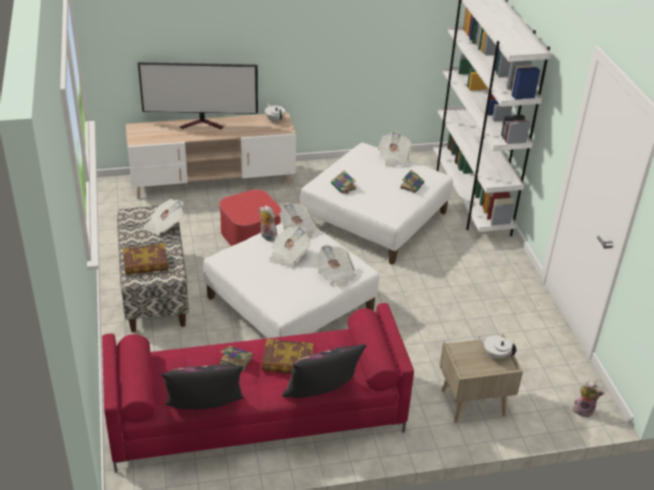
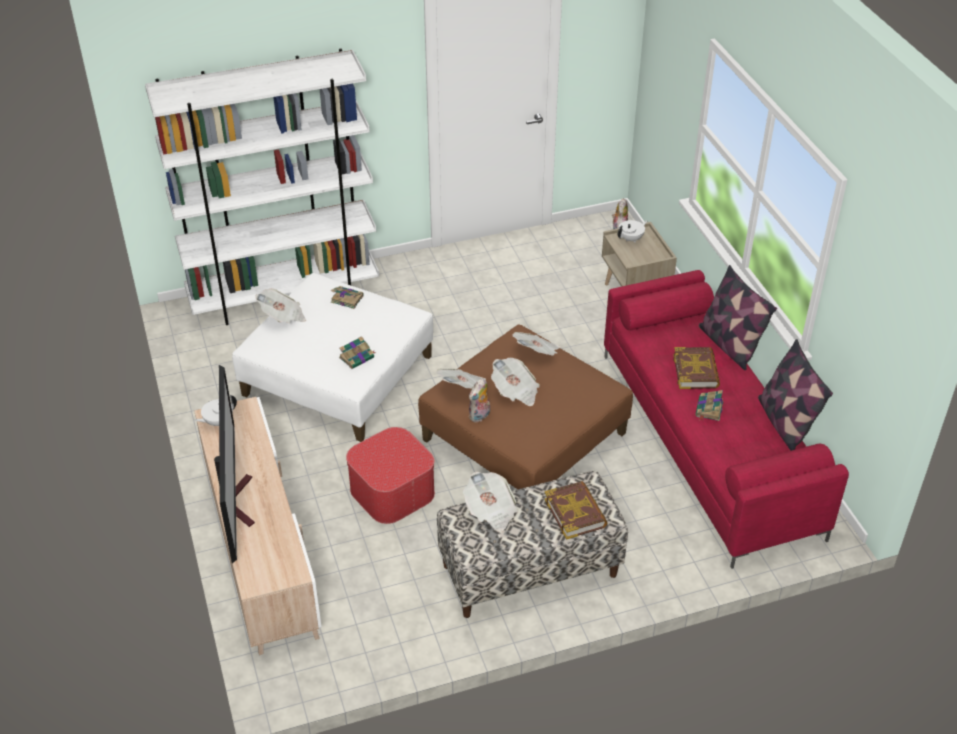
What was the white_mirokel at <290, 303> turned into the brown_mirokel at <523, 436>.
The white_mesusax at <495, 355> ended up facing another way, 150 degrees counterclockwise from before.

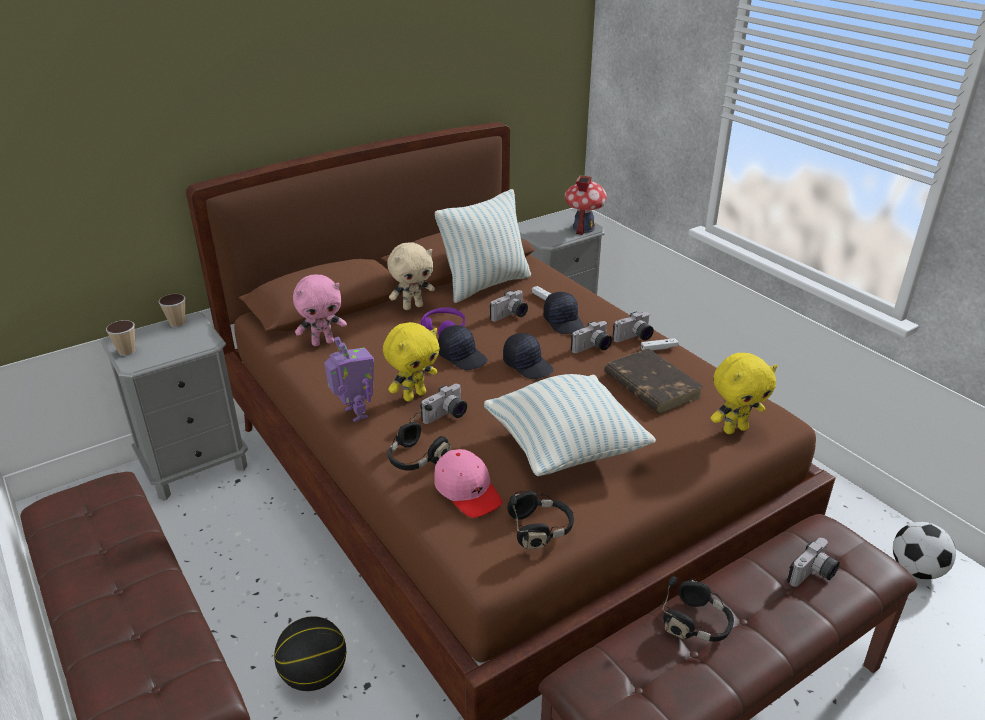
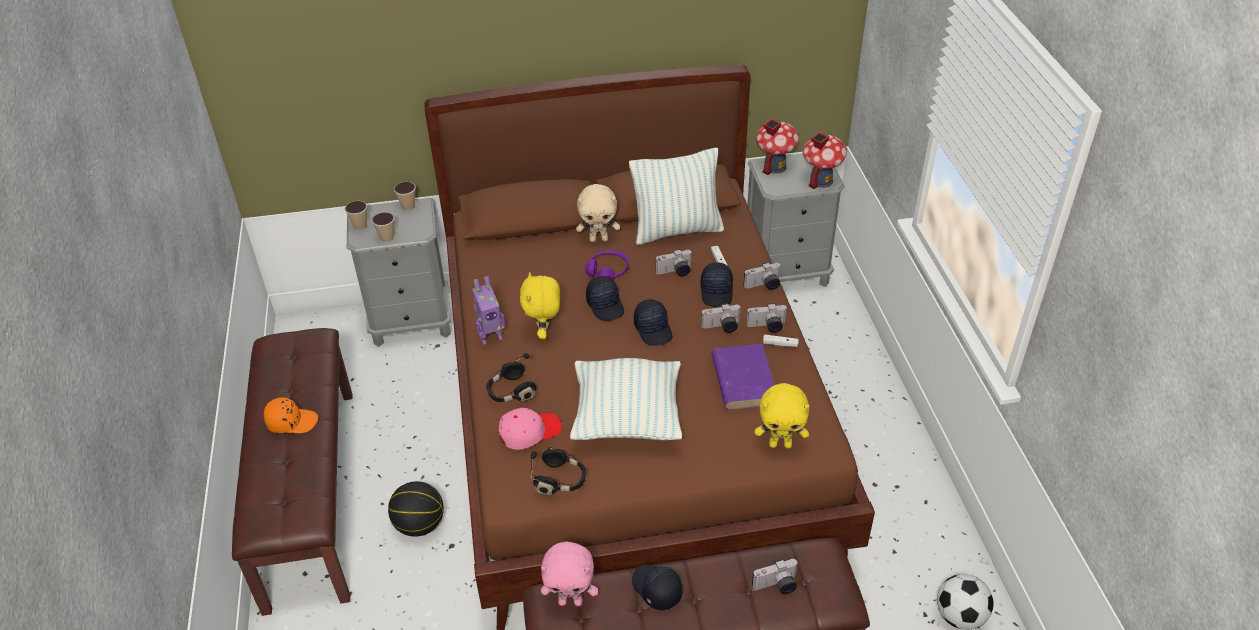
The second view gained the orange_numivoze at <292, 421>.
The second view gained the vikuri at <387, 238>.
The second view gained the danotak at <774, 167>.
The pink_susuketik ended up elsewhere, having gone from <323, 342> to <571, 601>.
The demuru ended up elsewhere, having gone from <447, 416> to <763, 286>.
Where the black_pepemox stood at <697, 624>, the black_numivoze came to stand at <656, 589>.
What was the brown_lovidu at <650, 385> turned into the purple_lovidu at <743, 379>.
The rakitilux at <354, 414> ended up facing another way, 75 degrees clockwise from before.
The yellow_susuketik at <414, 395> ended up facing another way, 105 degrees clockwise from before.
The pink_numivoze at <467, 491> ended up facing another way, 105 degrees counterclockwise from before.

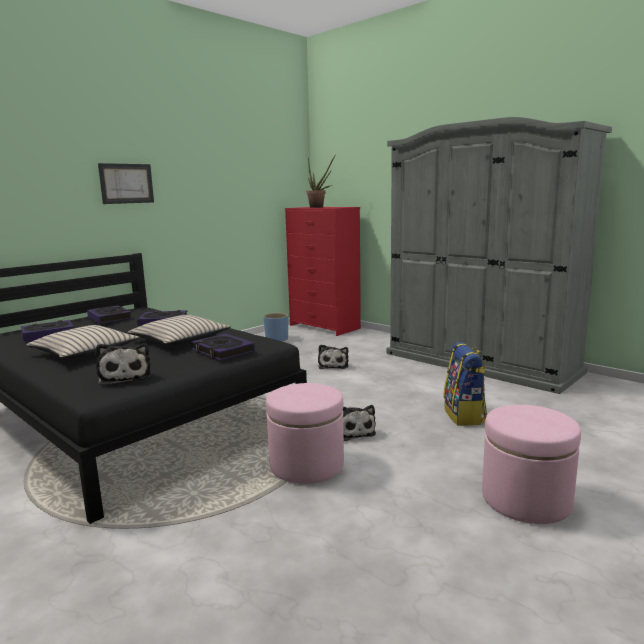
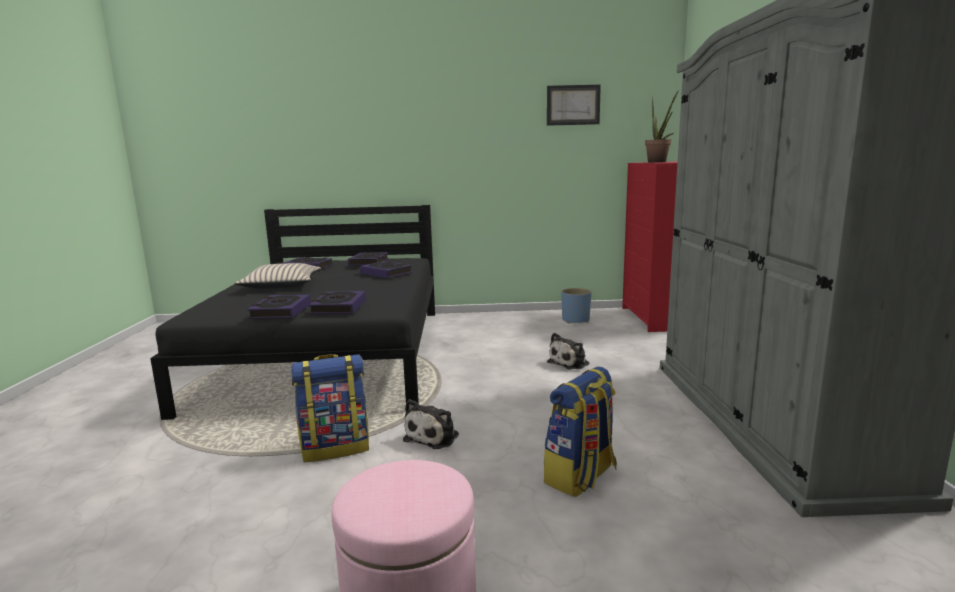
The second view lost the susuketik at <125, 377>.
The second view lost the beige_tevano at <180, 340>.
The second view gained the lovidu at <280, 311>.
The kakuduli ended up elsewhere, having gone from <126, 183> to <573, 105>.
Where the pink_mirokel stood at <306, 465>, the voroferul came to stand at <336, 447>.

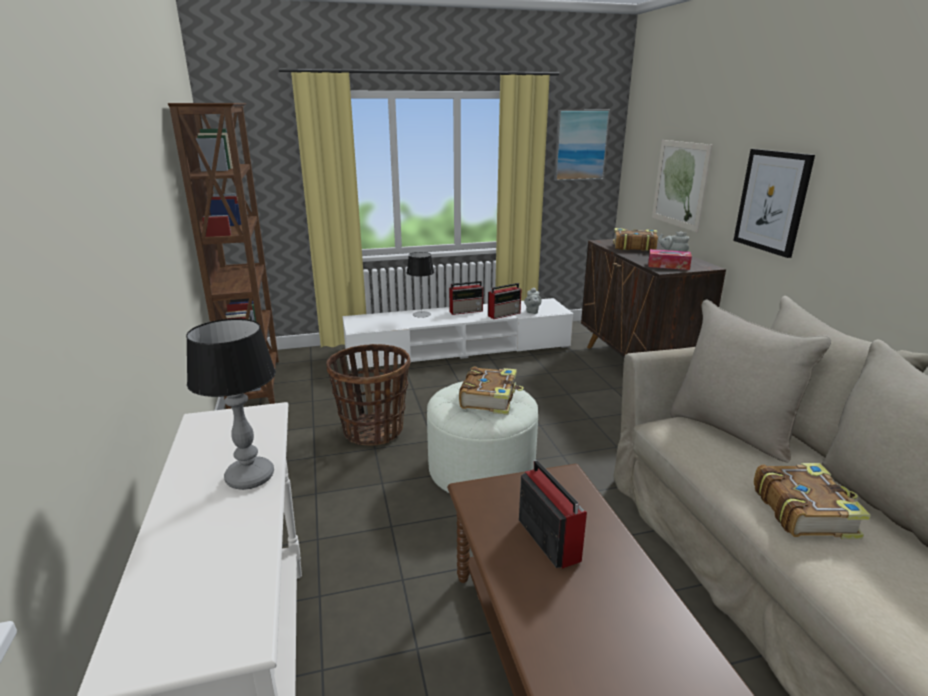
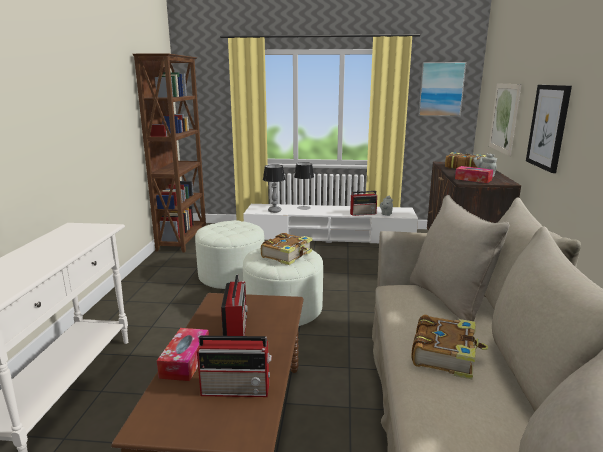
The second view gained the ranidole at <185, 361>.
The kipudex ended up elsewhere, having gone from <251, 477> to <274, 211>.
The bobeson ended up elsewhere, having gone from <466, 311> to <237, 389>.
Where the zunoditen stood at <373, 430>, the white_mirokel came to stand at <232, 275>.

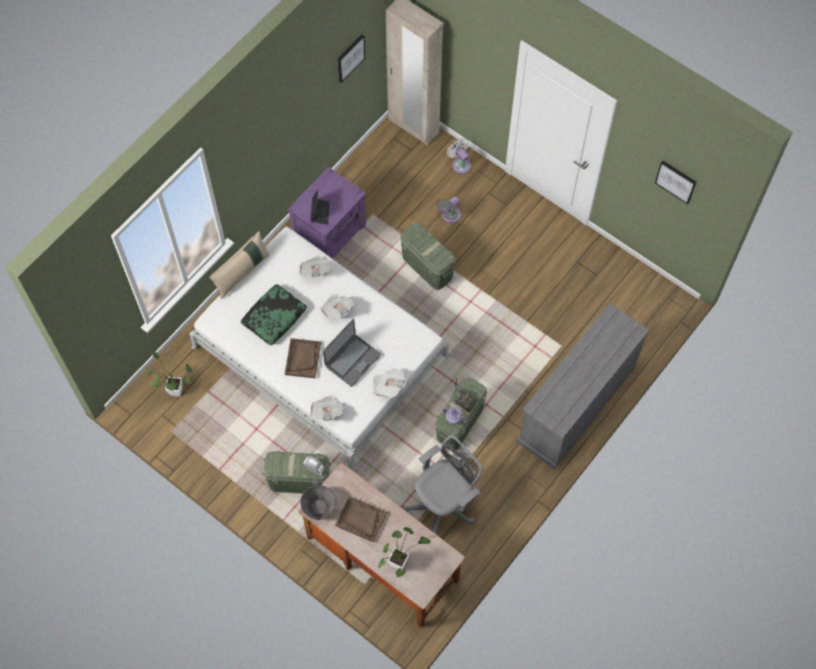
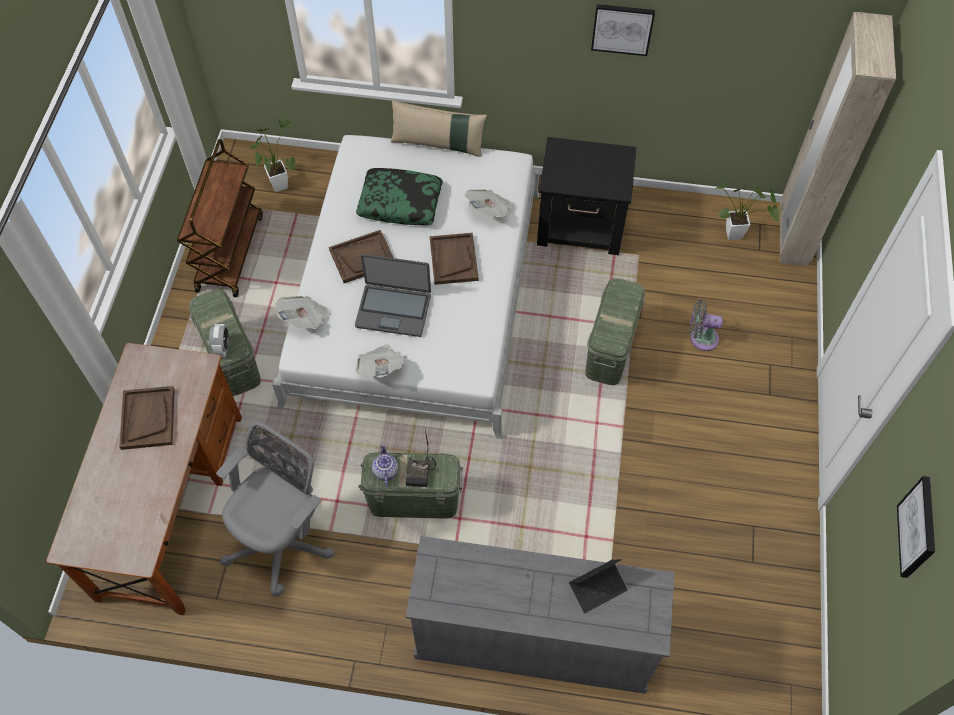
The second view lost the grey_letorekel at <319, 507>.
The second view lost the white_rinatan at <460, 164>.
The second view gained the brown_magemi at <229, 252>.
The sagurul ended up elsewhere, having gone from <320, 212> to <597, 588>.
The kakuduli ended up elsewhere, having gone from <350, 57> to <622, 28>.
The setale ended up elsewhere, having gone from <400, 561> to <737, 234>.
Where the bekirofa stood at <337, 310>, the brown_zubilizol came to stand at <453, 259>.
What was the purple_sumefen at <330, 232> turned into the black_sumefen at <581, 226>.
The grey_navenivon at <443, 505> ended up facing another way, 75 degrees counterclockwise from before.

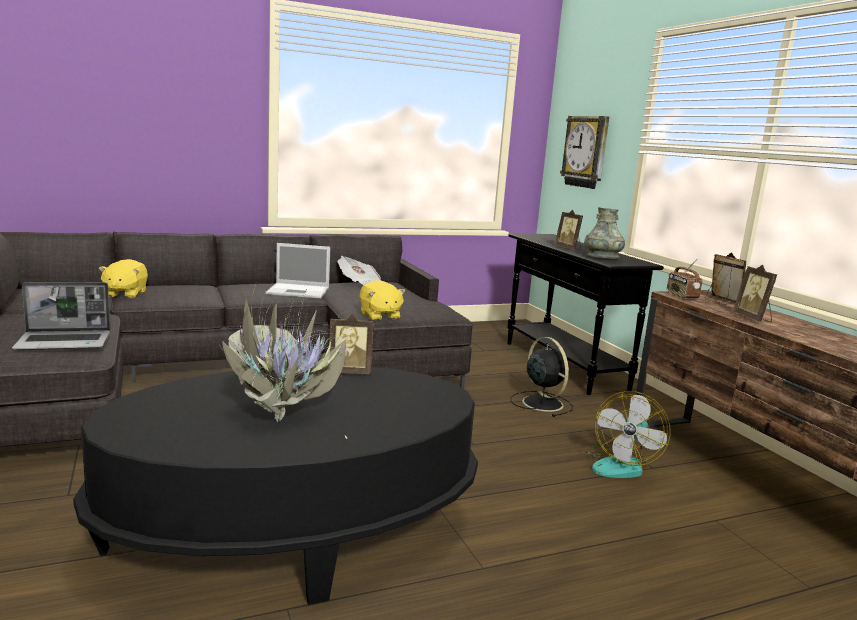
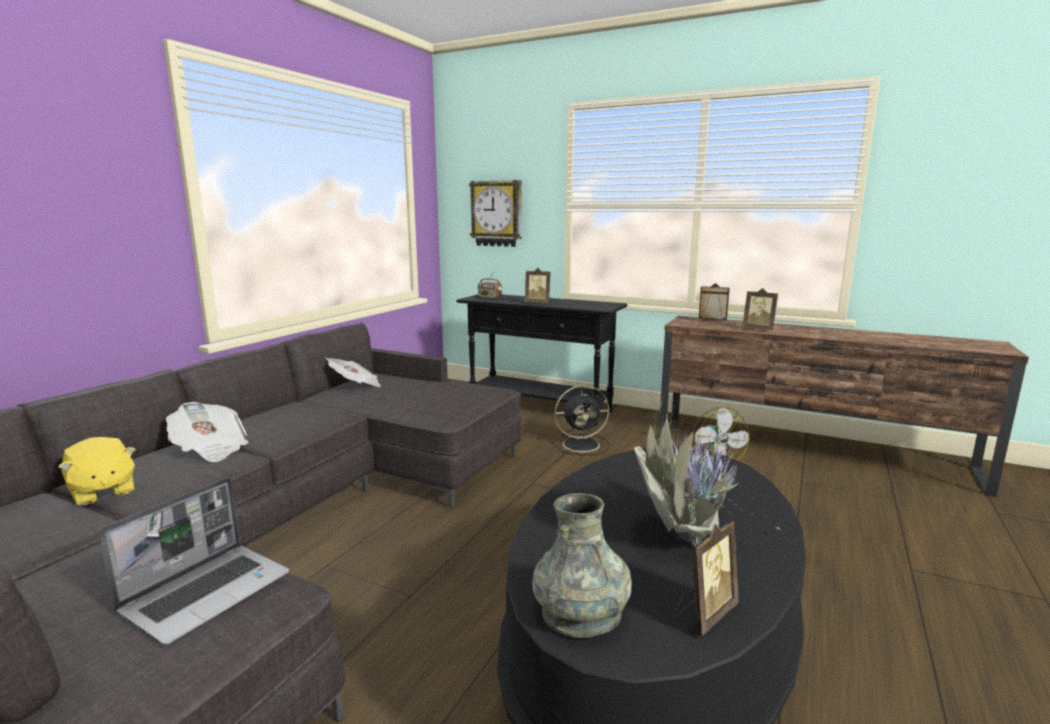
The second view lost the sagurul at <299, 291>.
The second view lost the yellow_susuketik at <379, 316>.
The second view gained the bekirofa at <210, 449>.
The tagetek ended up elsewhere, having gone from <350, 372> to <704, 614>.
The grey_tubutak ended up elsewhere, having gone from <602, 257> to <581, 614>.
The bobeson ended up elsewhere, having gone from <681, 295> to <489, 297>.
The black_rinatan at <541, 402> ended up facing another way, 150 degrees clockwise from before.

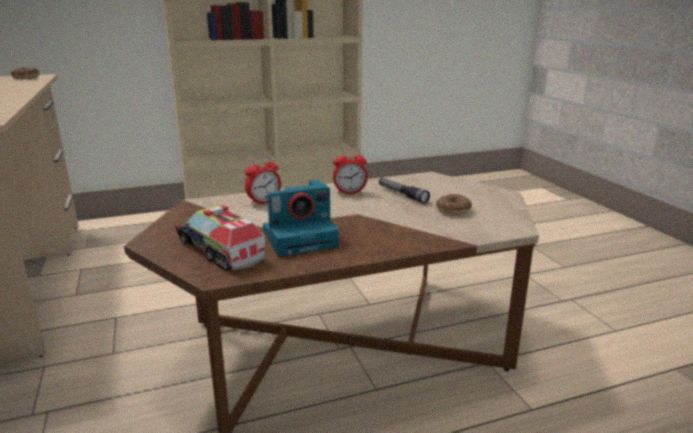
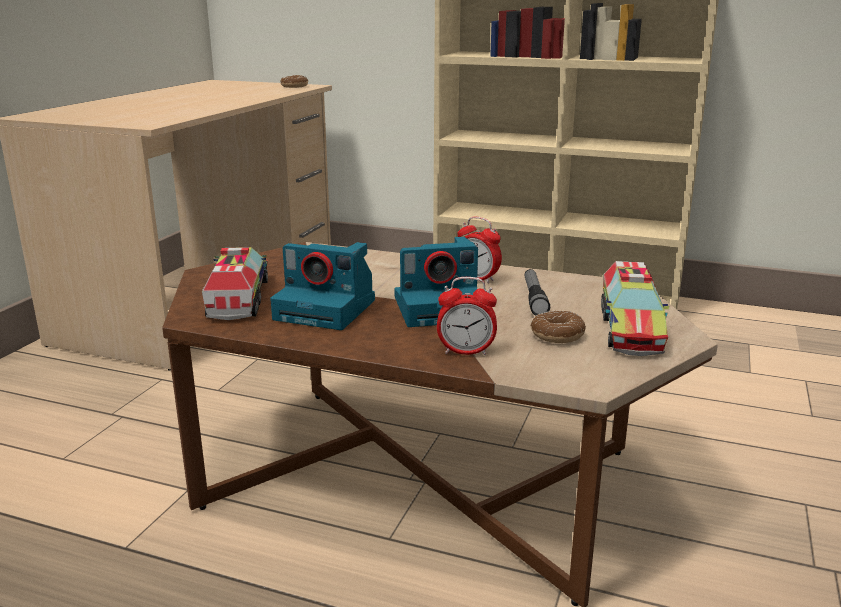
The second view gained the demuru at <439, 308>.
The second view gained the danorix at <630, 328>.
The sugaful ended up elsewhere, having gone from <264, 202> to <466, 352>.

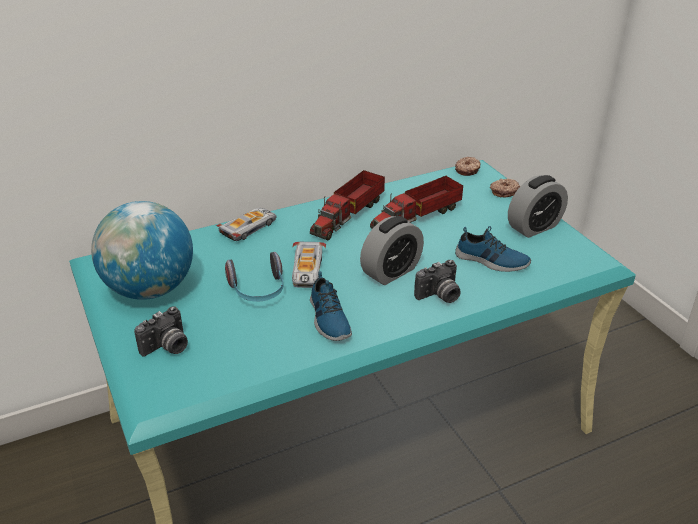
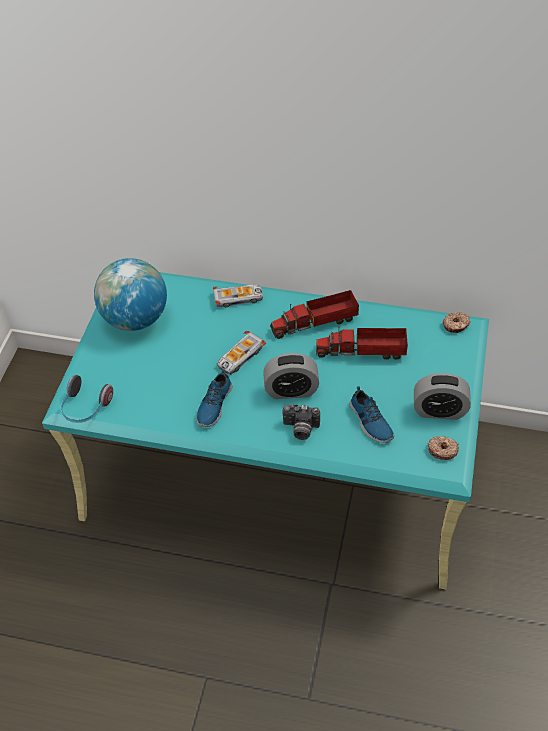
The second view lost the demuru at <167, 348>.
The pepemox ended up elsewhere, having gone from <258, 291> to <85, 408>.
The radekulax ended up elsewhere, having gone from <504, 191> to <442, 450>.

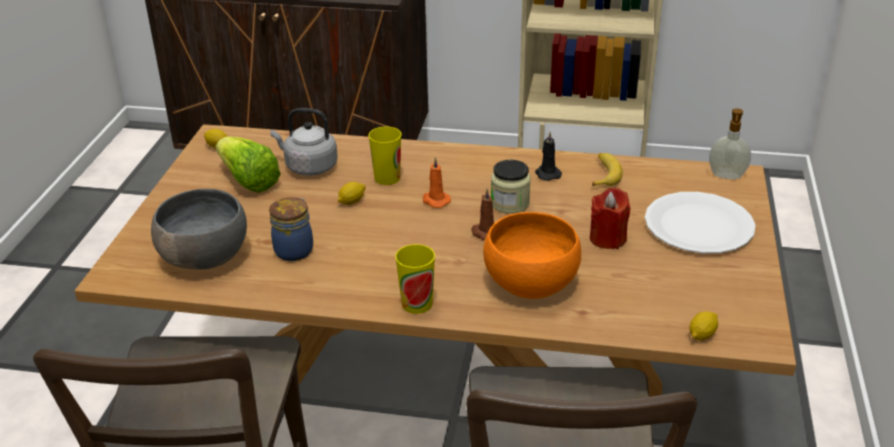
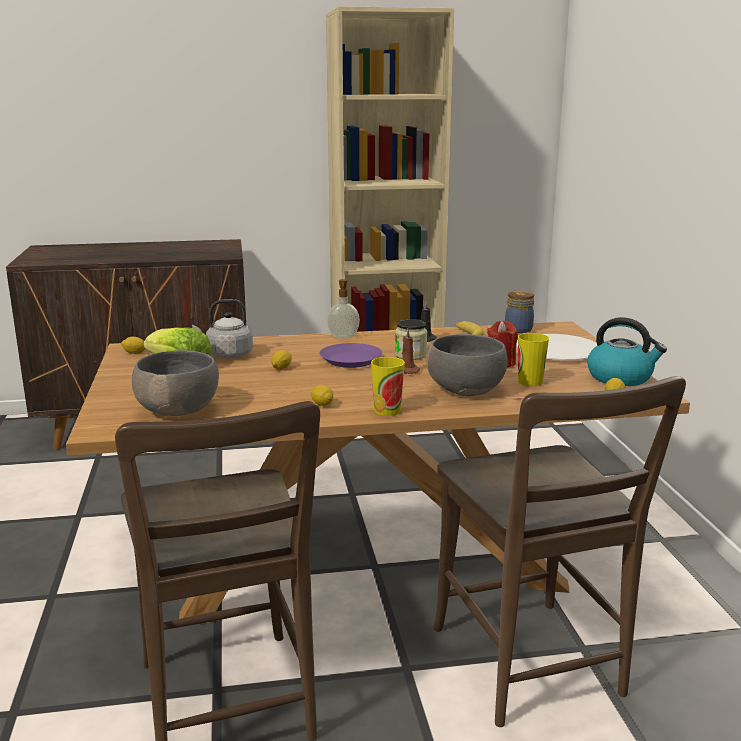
The second view gained the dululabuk at <322, 404>.
The second view gained the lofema at <620, 377>.
The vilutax ended up elsewhere, having gone from <295, 250> to <518, 329>.
The vikuri ended up elsewhere, having gone from <387, 178> to <530, 382>.
The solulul ended up elsewhere, having gone from <726, 176> to <343, 337>.
Where the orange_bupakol stood at <435, 201>, the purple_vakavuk came to stand at <350, 360>.
What was the orange_letorekel at <530, 282> turned into the grey_letorekel at <465, 389>.

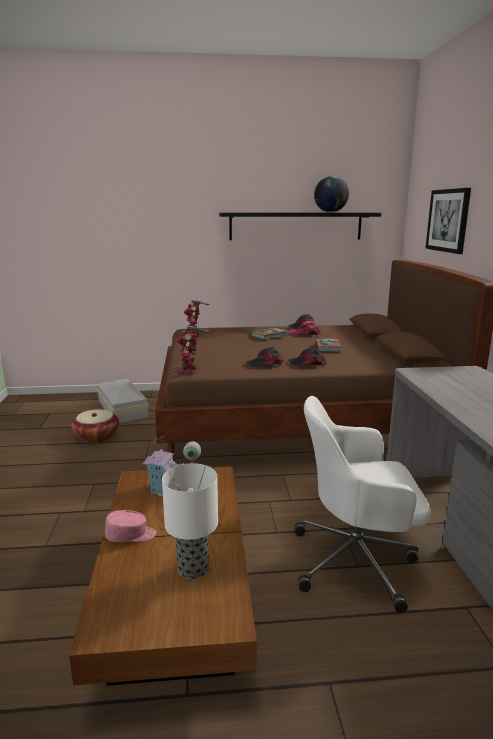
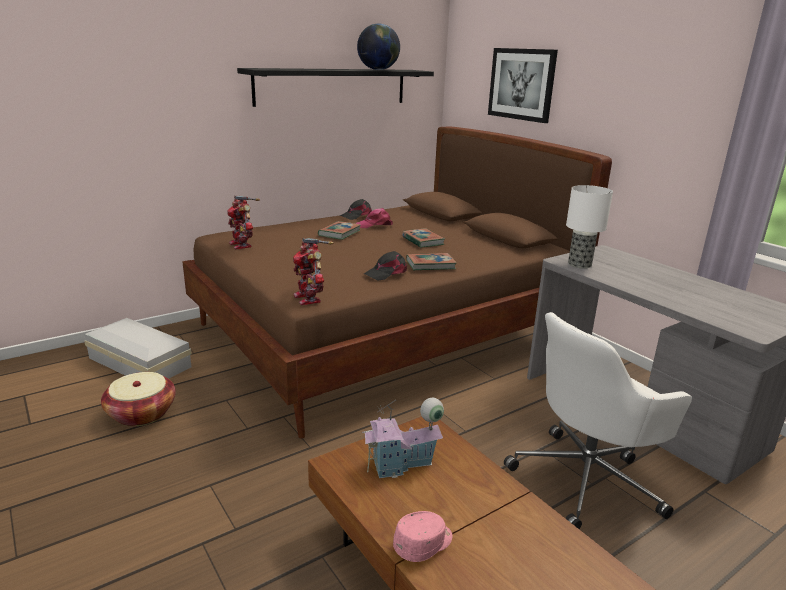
The kipudex ended up elsewhere, having gone from <194, 568> to <580, 264>.
Where the black_numivoze stood at <308, 363>, the lovidu came to stand at <430, 265>.

